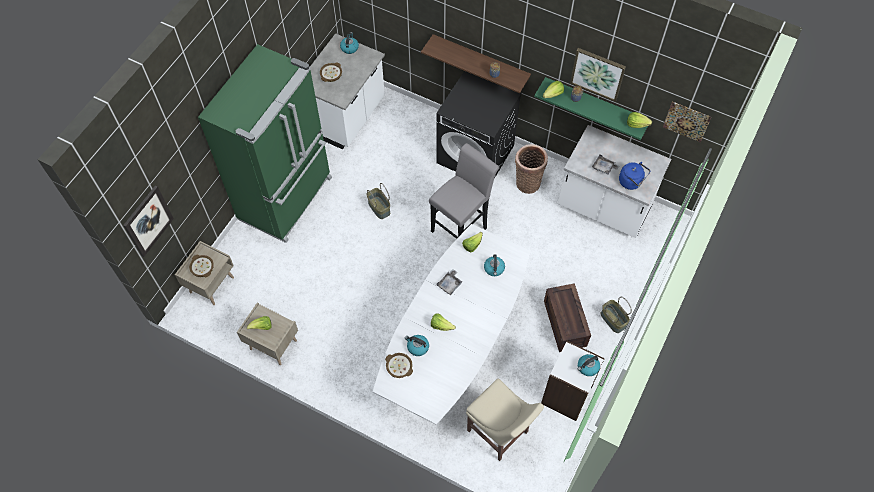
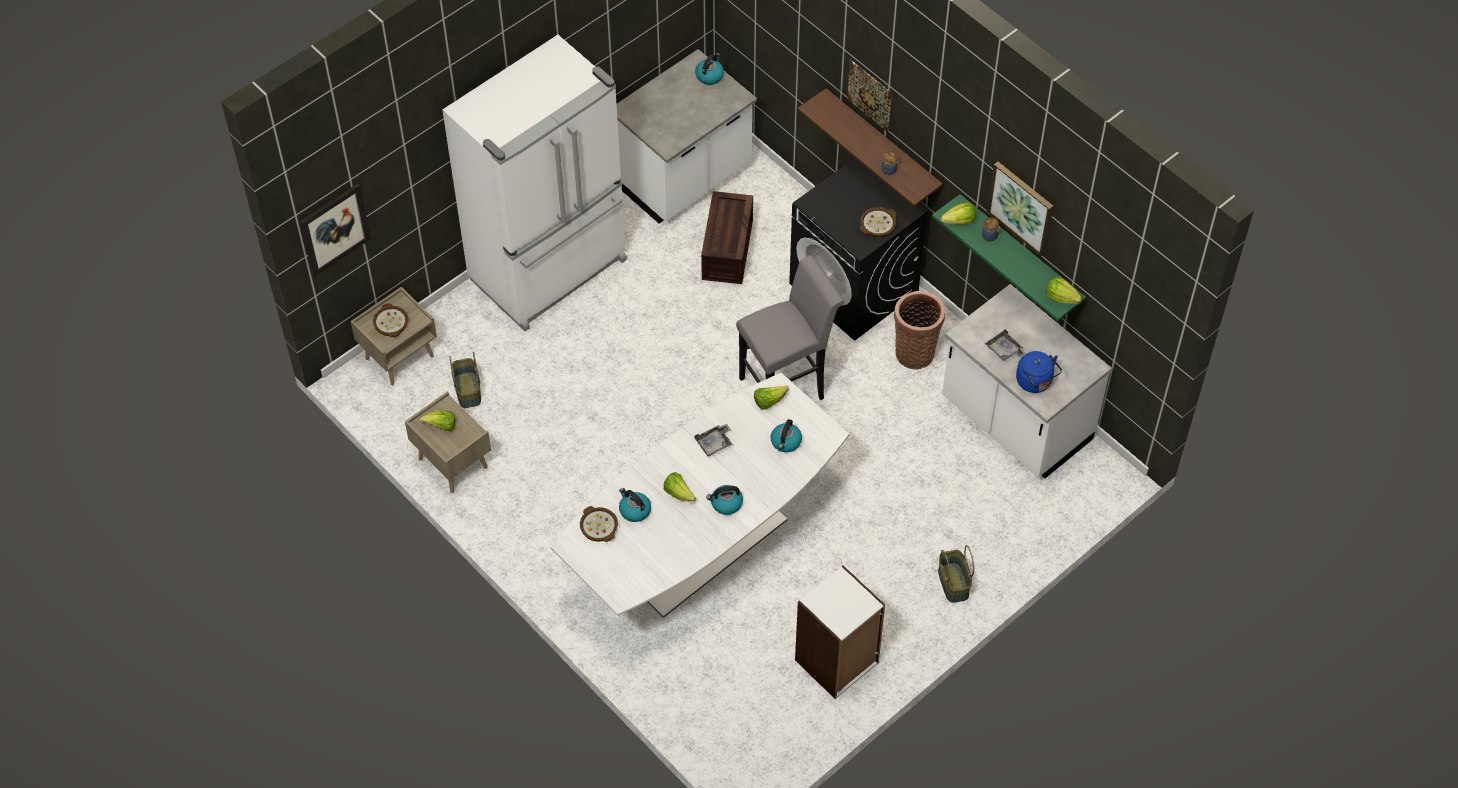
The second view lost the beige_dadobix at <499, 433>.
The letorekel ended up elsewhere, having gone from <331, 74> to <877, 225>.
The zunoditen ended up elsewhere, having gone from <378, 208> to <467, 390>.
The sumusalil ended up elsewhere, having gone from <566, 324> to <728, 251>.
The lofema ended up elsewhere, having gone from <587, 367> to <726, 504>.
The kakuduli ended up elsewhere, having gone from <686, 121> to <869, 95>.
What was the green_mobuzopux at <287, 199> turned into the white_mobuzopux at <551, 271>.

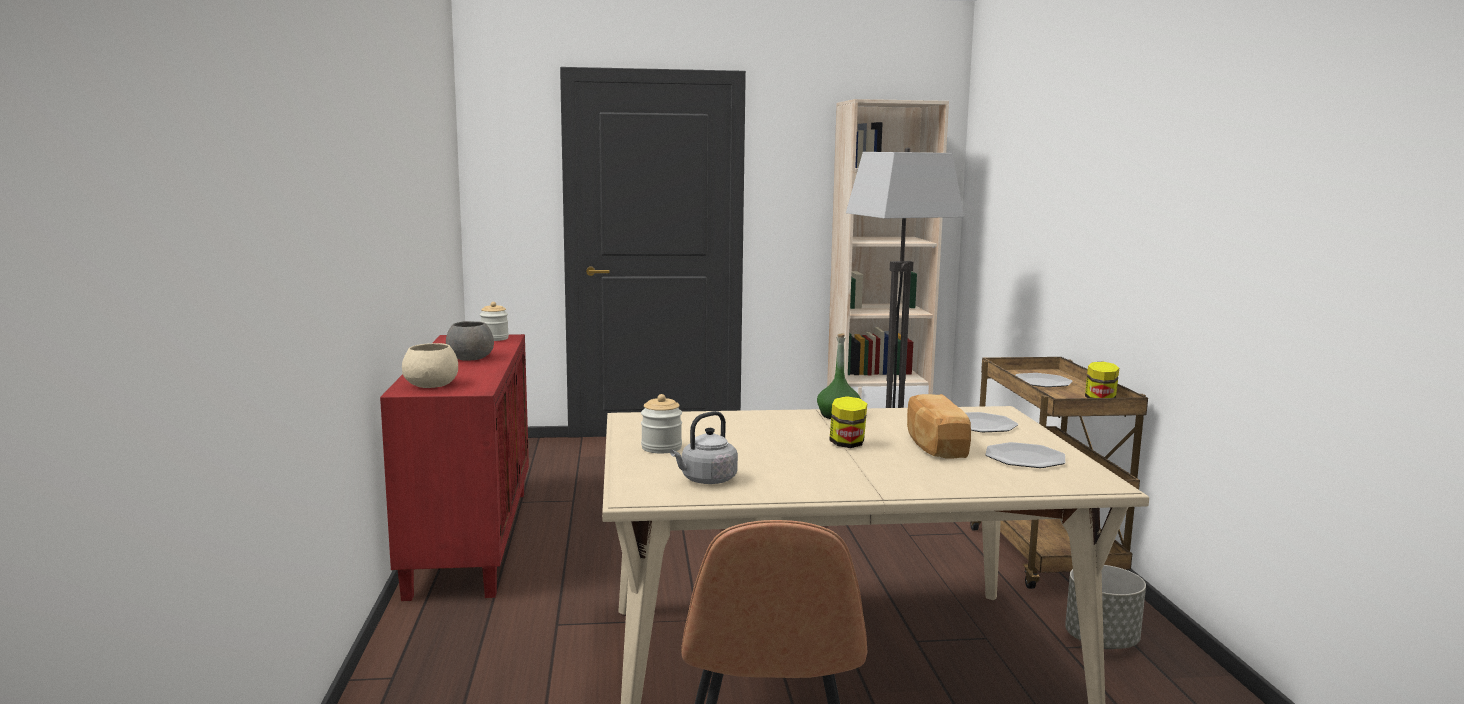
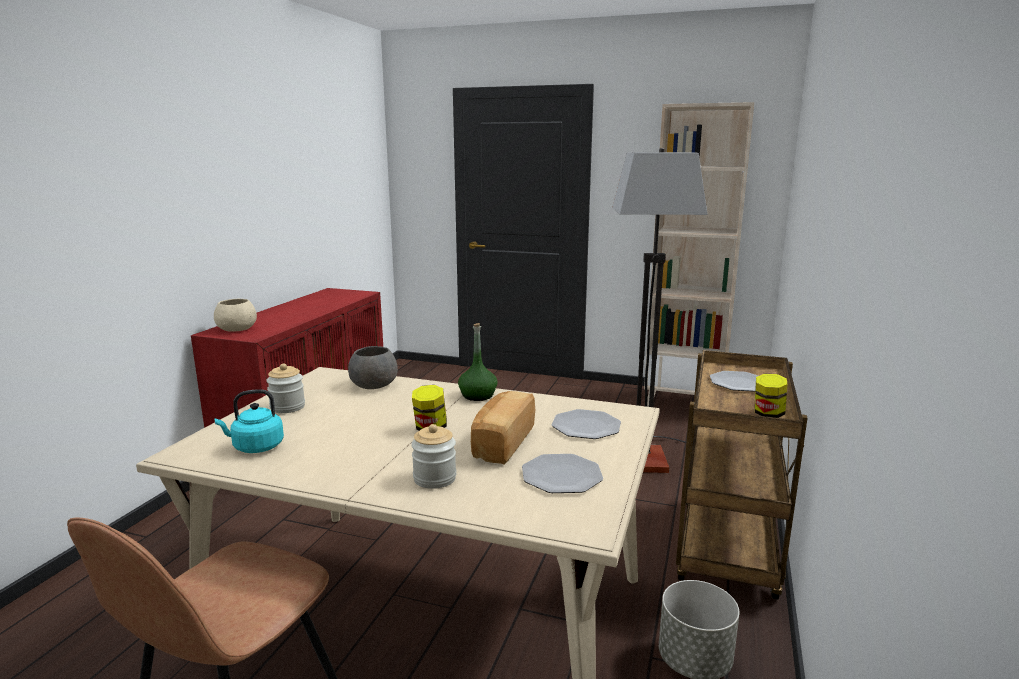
The grey_letorekel ended up elsewhere, having gone from <470, 358> to <373, 385>.
The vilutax ended up elsewhere, having gone from <494, 338> to <434, 478>.
What was the grey_lofema at <706, 480> turned into the turquoise_lofema at <255, 447>.

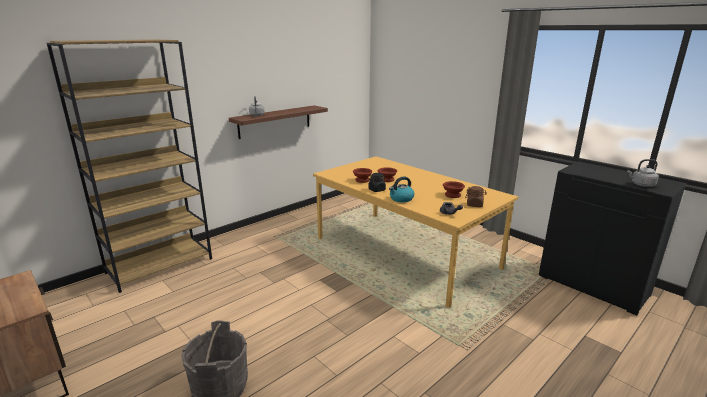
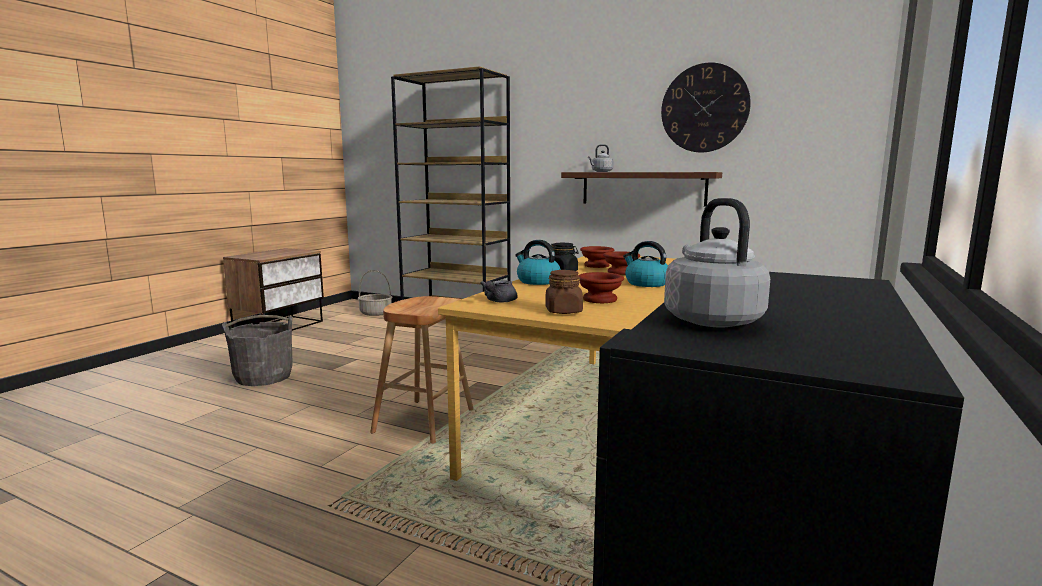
The second view gained the zunoditen at <376, 313>.
The second view gained the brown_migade at <424, 421>.
The second view gained the lofema at <646, 283>.
The second view gained the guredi at <704, 108>.

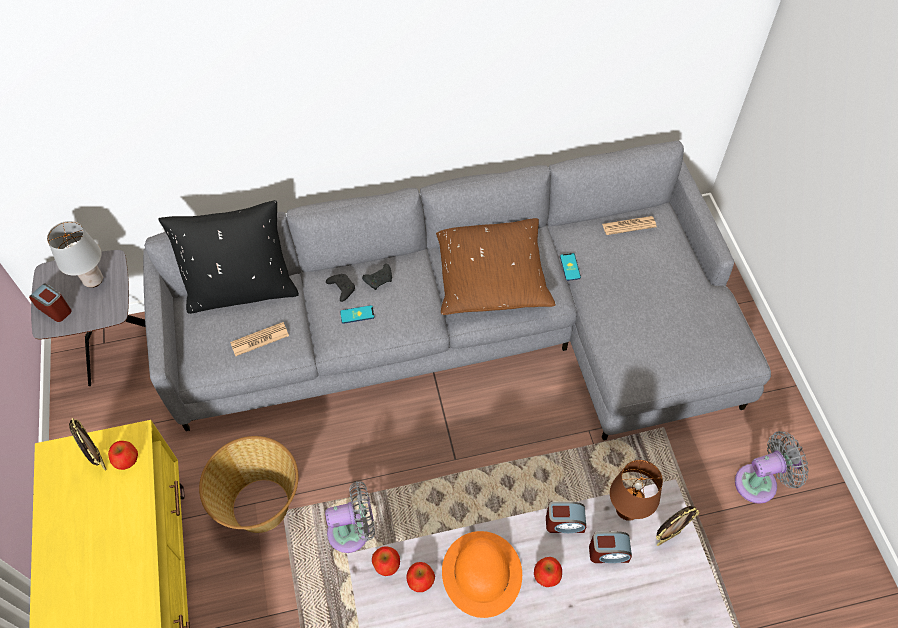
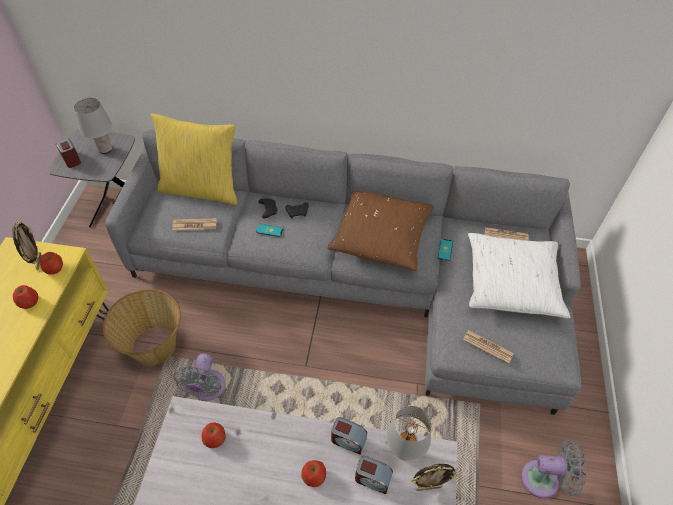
The second view lost the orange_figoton at <482, 573>.
The second view gained the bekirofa at <487, 346>.
The second view gained the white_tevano at <511, 282>.
The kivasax ended up elsewhere, having gone from <387, 564> to <29, 301>.
What was the black_tevano at <242, 289> turned into the yellow_tevano at <201, 189>.
What was the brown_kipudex at <627, 510> turned into the grey_kipudex at <404, 451>.
The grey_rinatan at <353, 531> ended up facing another way, 90 degrees clockwise from before.

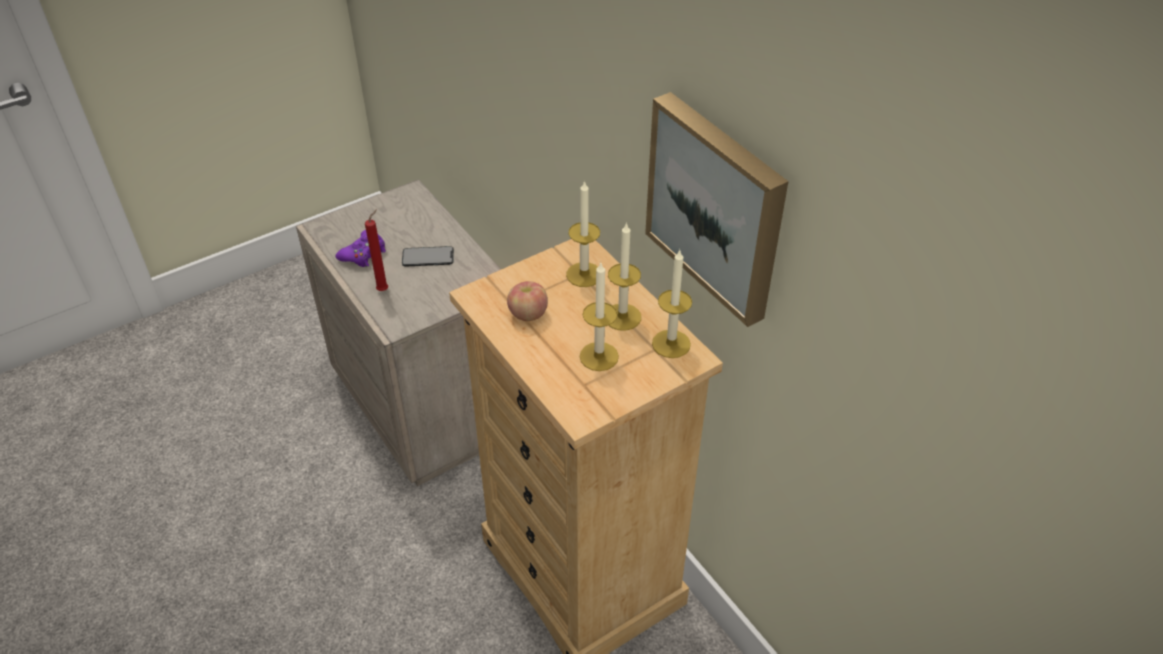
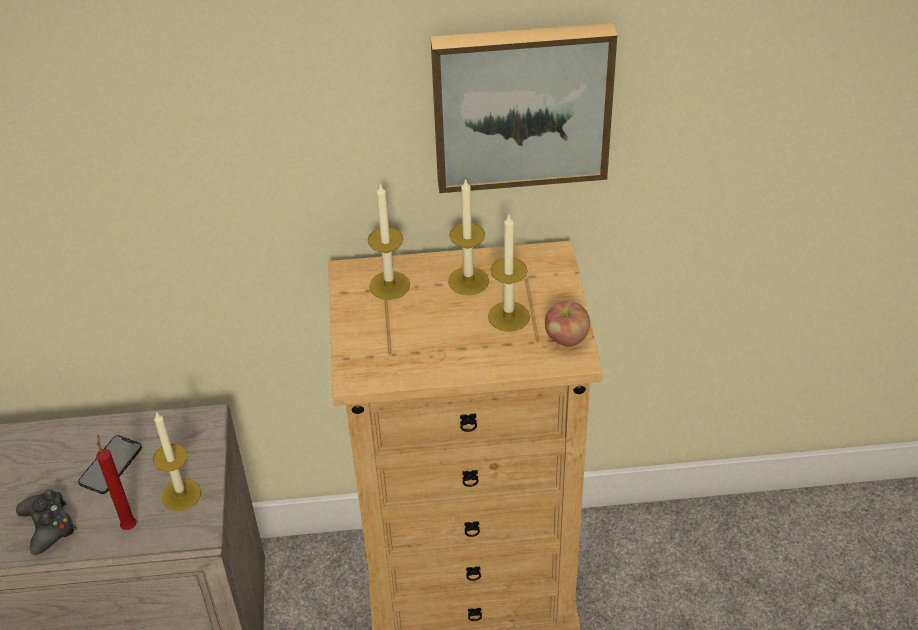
The kivasax ended up elsewhere, having gone from <528, 314> to <566, 338>.
The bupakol ended up elsewhere, having gone from <671, 344> to <181, 494>.
What was the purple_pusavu at <363, 254> turned into the black_pusavu at <48, 526>.

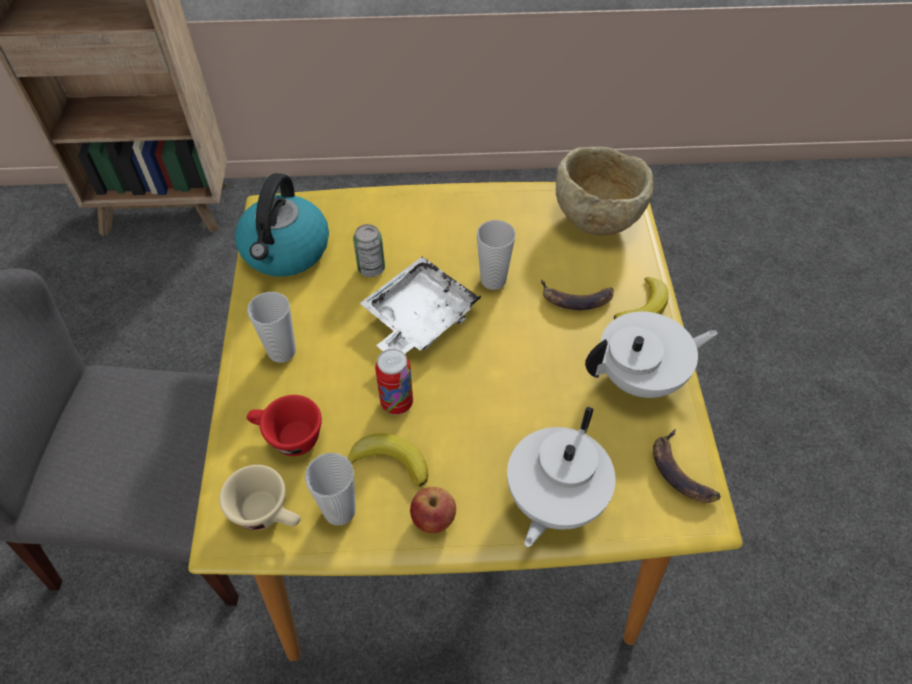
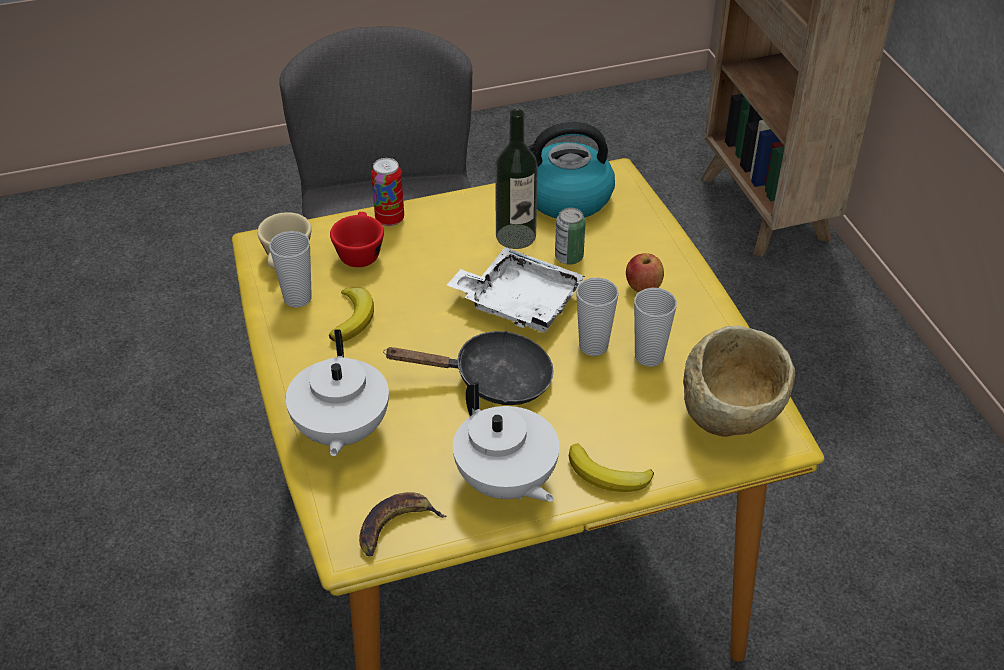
The second view lost the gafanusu at <576, 298>.
The second view gained the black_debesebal at <492, 379>.
The second view gained the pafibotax at <515, 236>.
The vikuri ended up elsewhere, having gone from <282, 352> to <649, 356>.
The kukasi ended up elsewhere, having gone from <397, 403> to <389, 219>.
The kivasax ended up elsewhere, having gone from <433, 519> to <643, 288>.
The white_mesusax at <553, 499> ended up facing another way, 105 degrees counterclockwise from before.

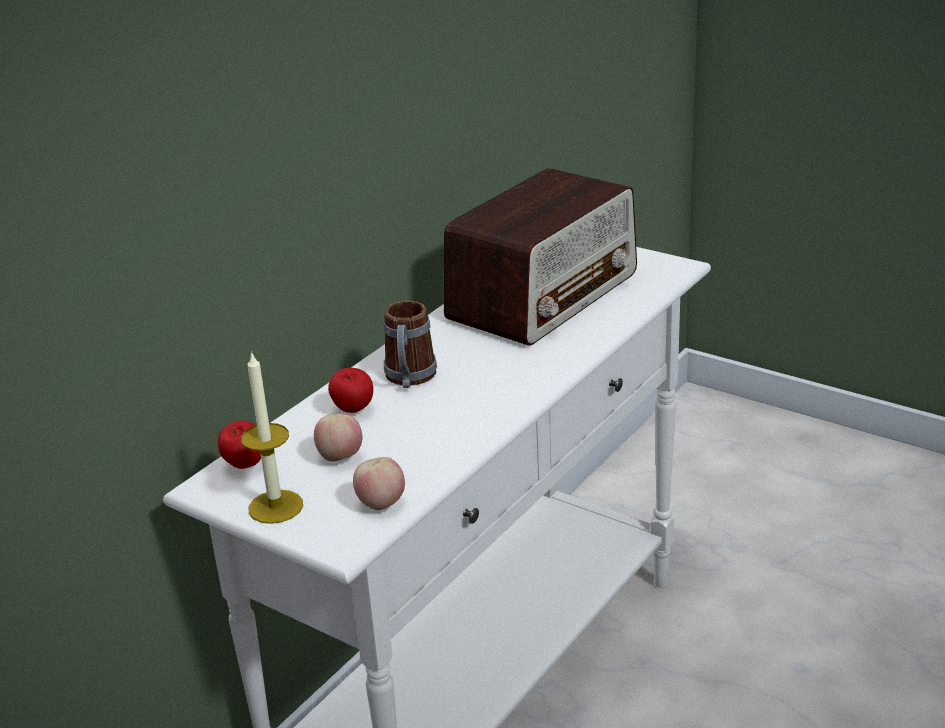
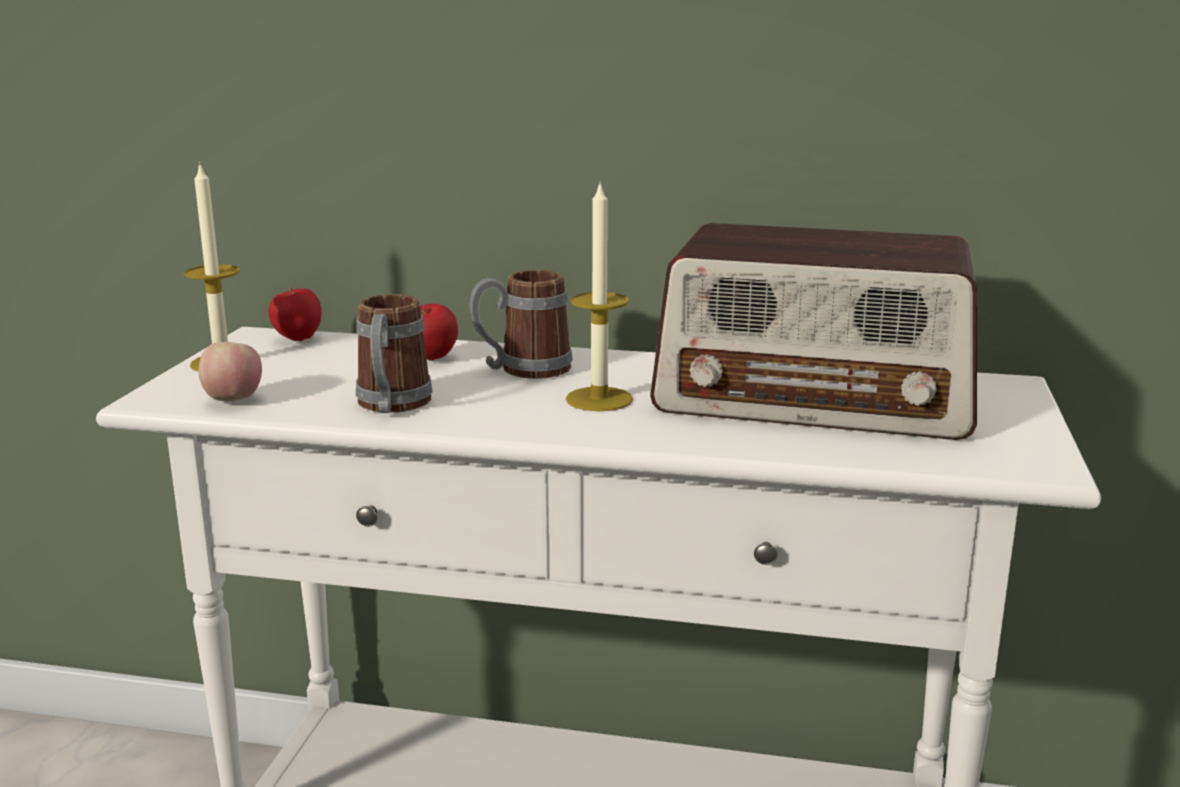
The second view lost the kivasax at <340, 457>.
The second view gained the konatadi at <391, 406>.
The second view gained the bupakol at <599, 399>.

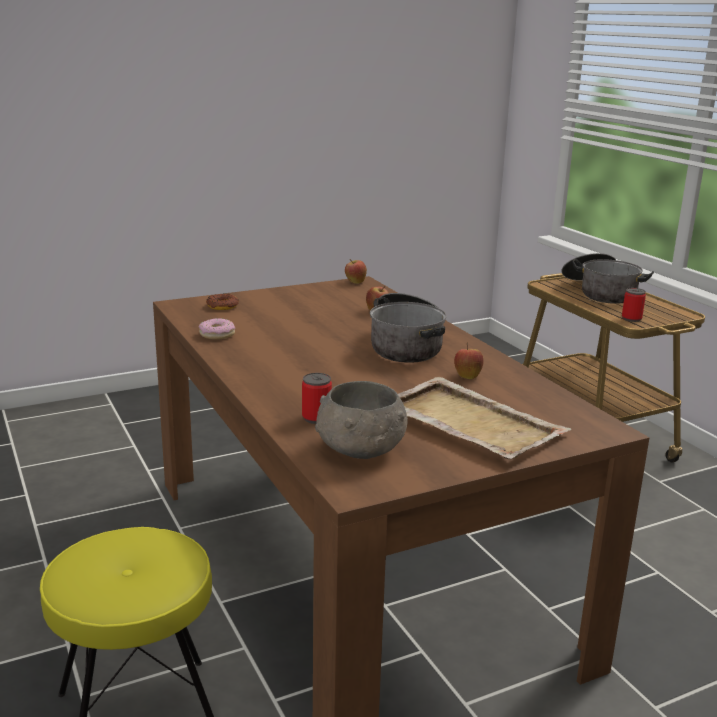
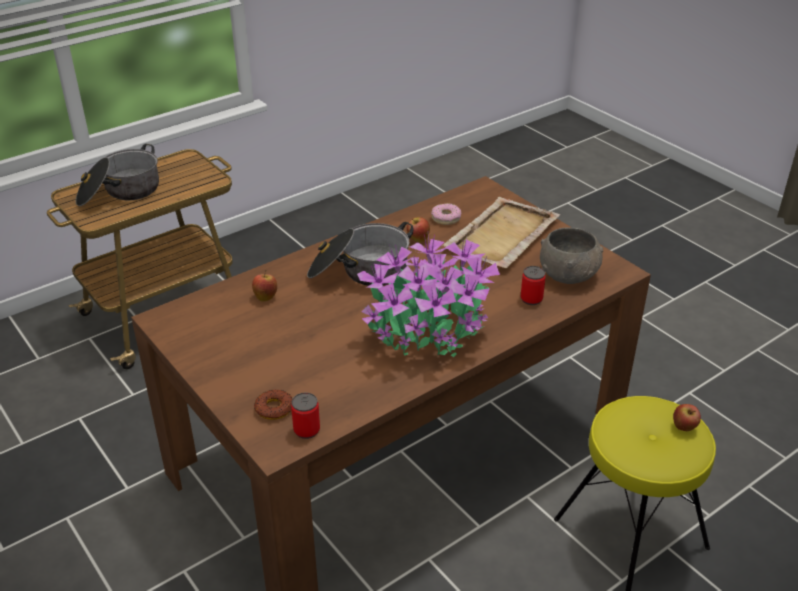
The second view gained the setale at <428, 330>.
The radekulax ended up elsewhere, having gone from <217, 334> to <446, 218>.
The kivasax ended up elsewhere, having gone from <355, 282> to <684, 427>.
The kukasi ended up elsewhere, having gone from <631, 319> to <306, 430>.

